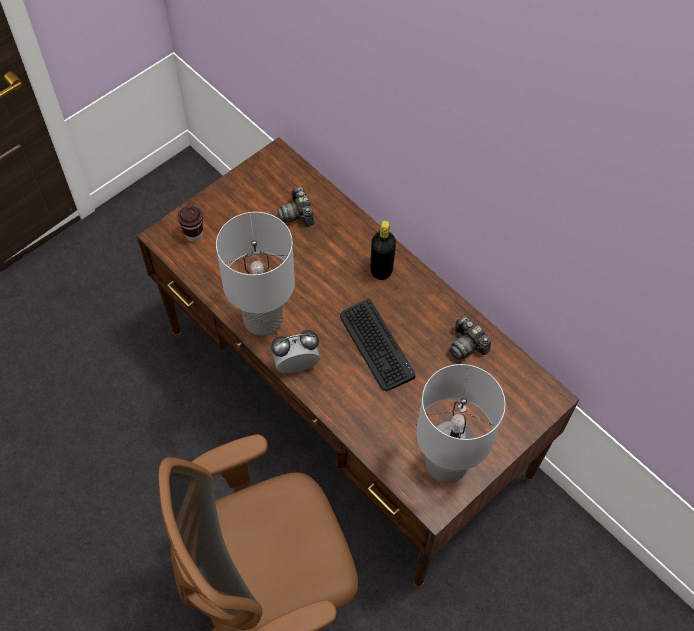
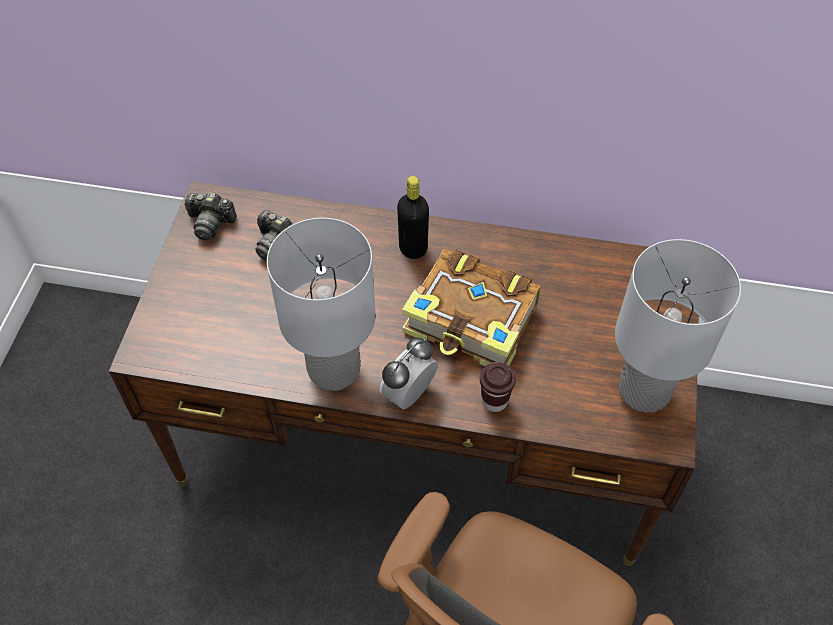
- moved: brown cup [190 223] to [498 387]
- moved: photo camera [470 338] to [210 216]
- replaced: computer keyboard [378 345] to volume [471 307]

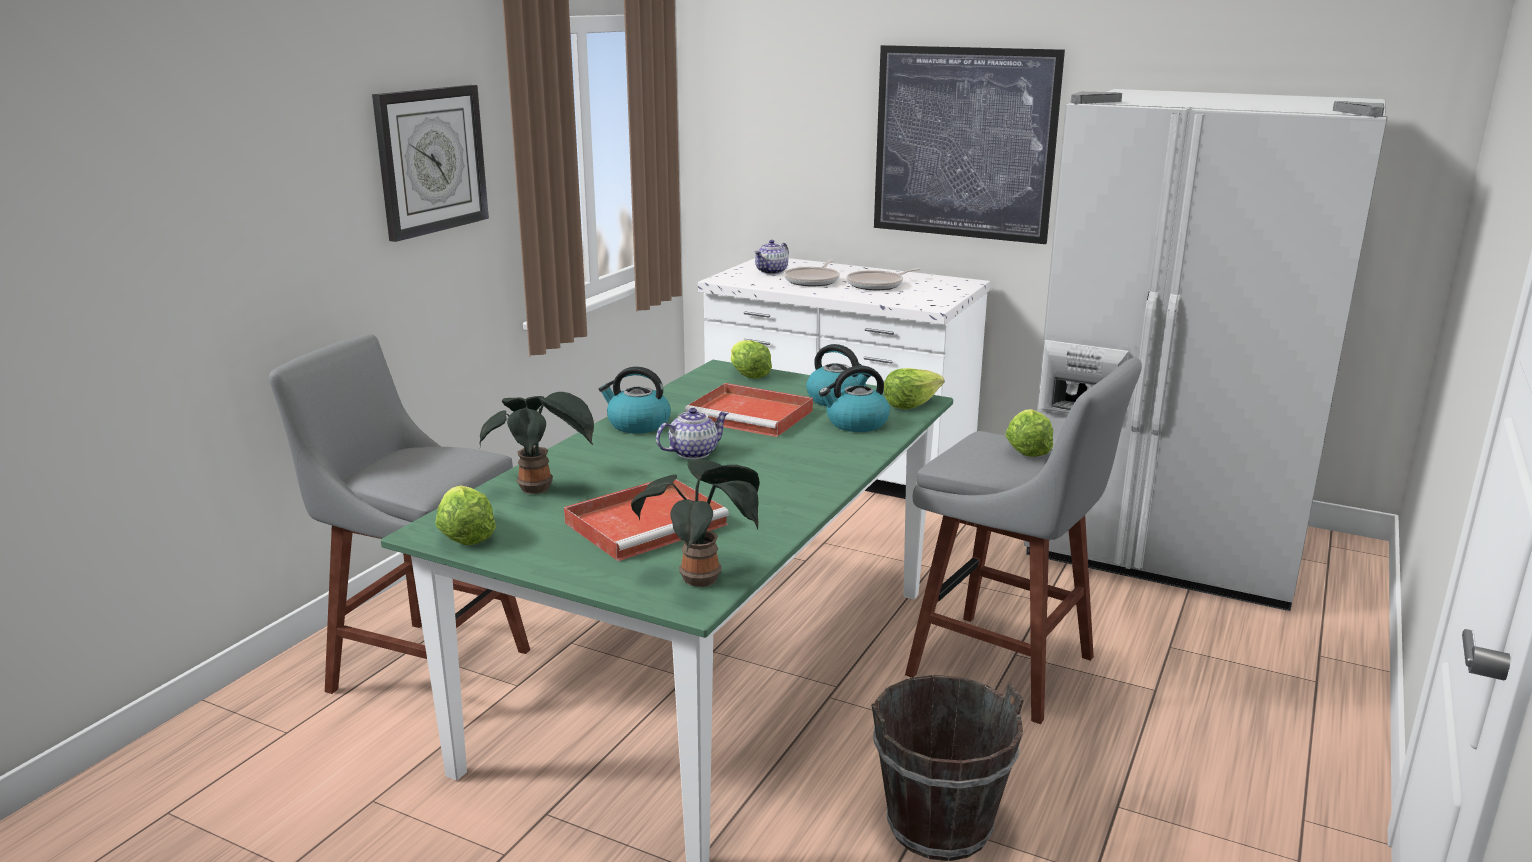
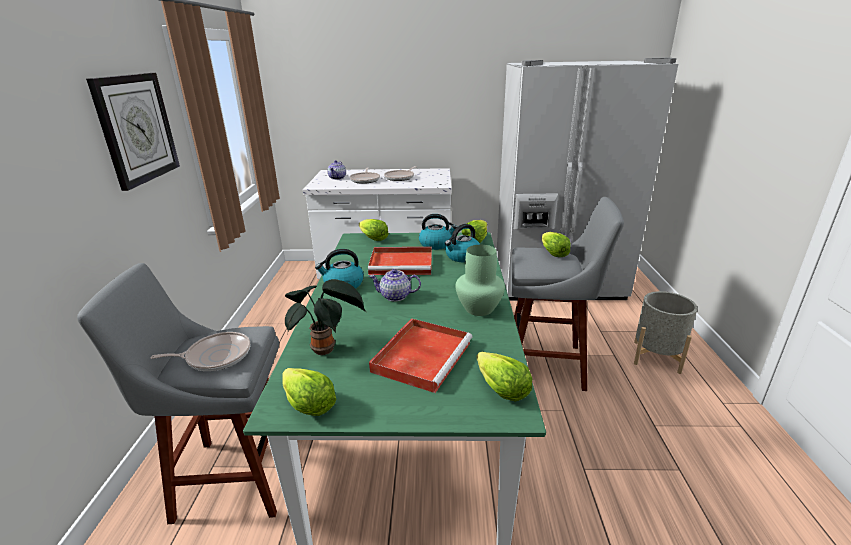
- removed: brown bucket [947 768]
- removed: wall picture [969 144]
- added: pan [200 351]
- added: green flower vase [480 280]
- added: greyish plant pot [665 332]
- replaced: houseplant [695 523] to head of lettuce [504 377]
- turned: tea pot [692 433] = [395 285] 120 degrees counterclockwise

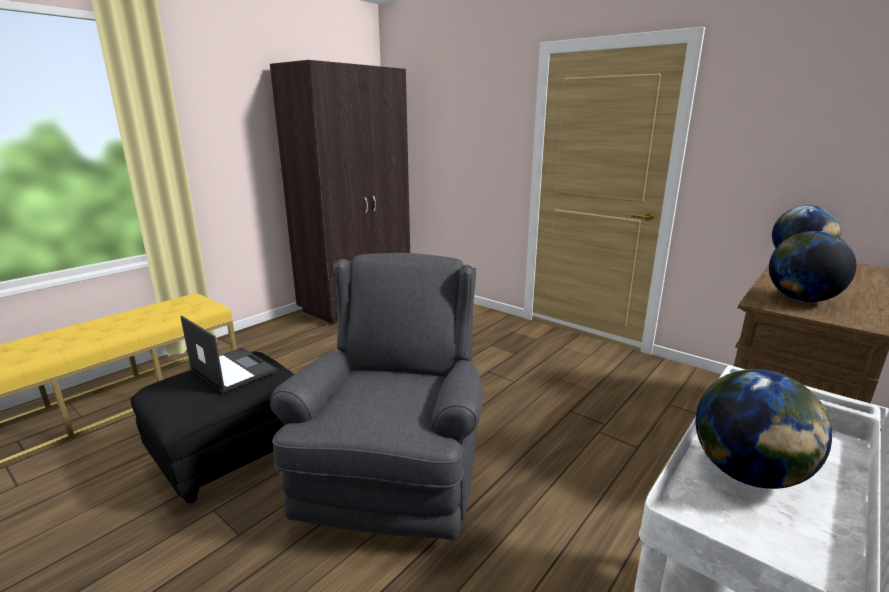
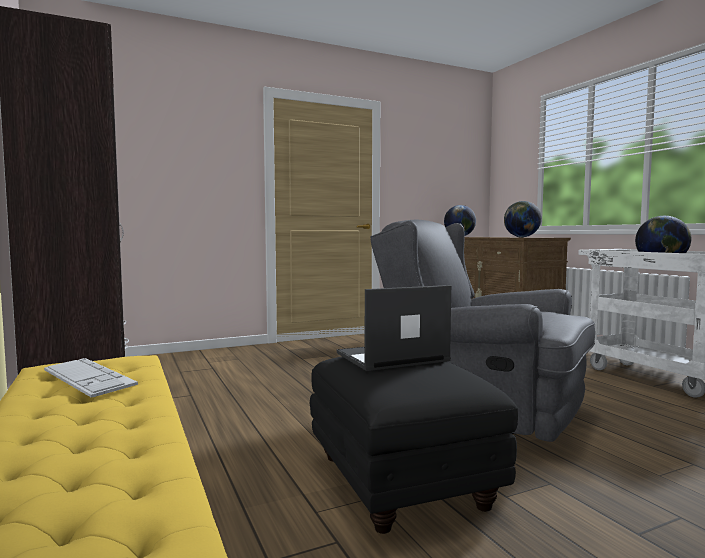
- added: computer keyboard [91 378]

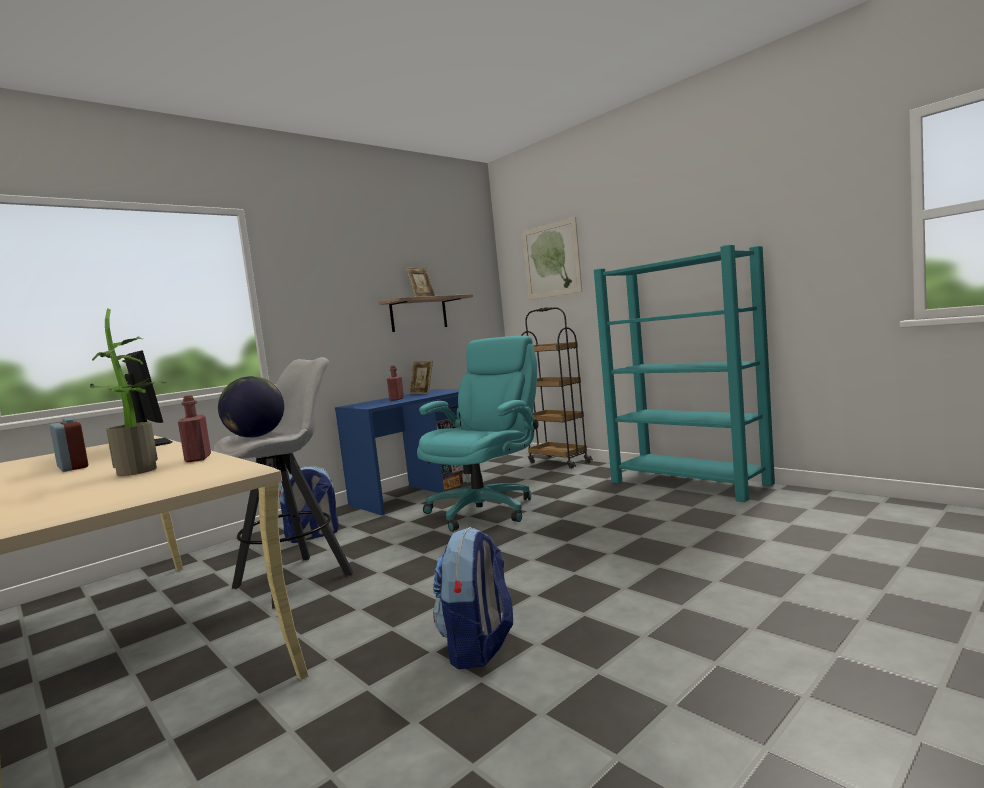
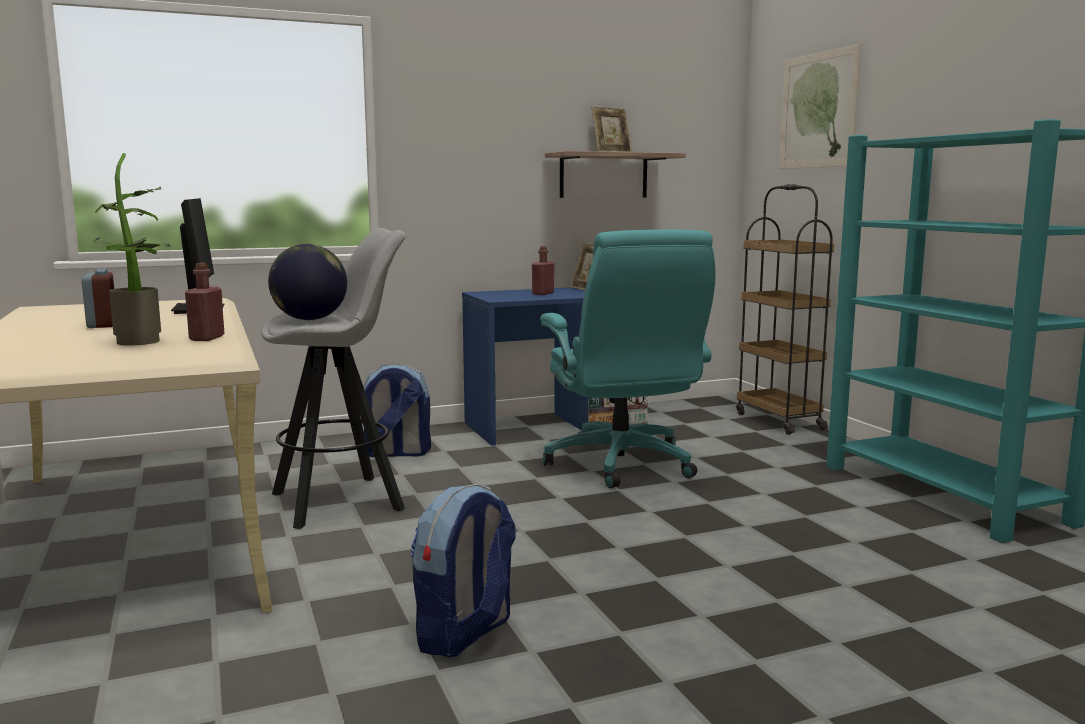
- turned: turquoise desk chair [478 434] = [627 359] 105 degrees clockwise

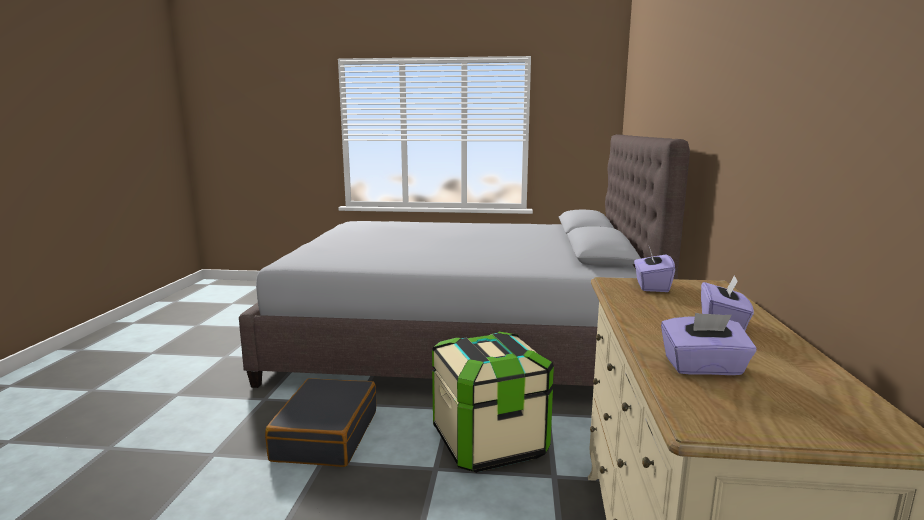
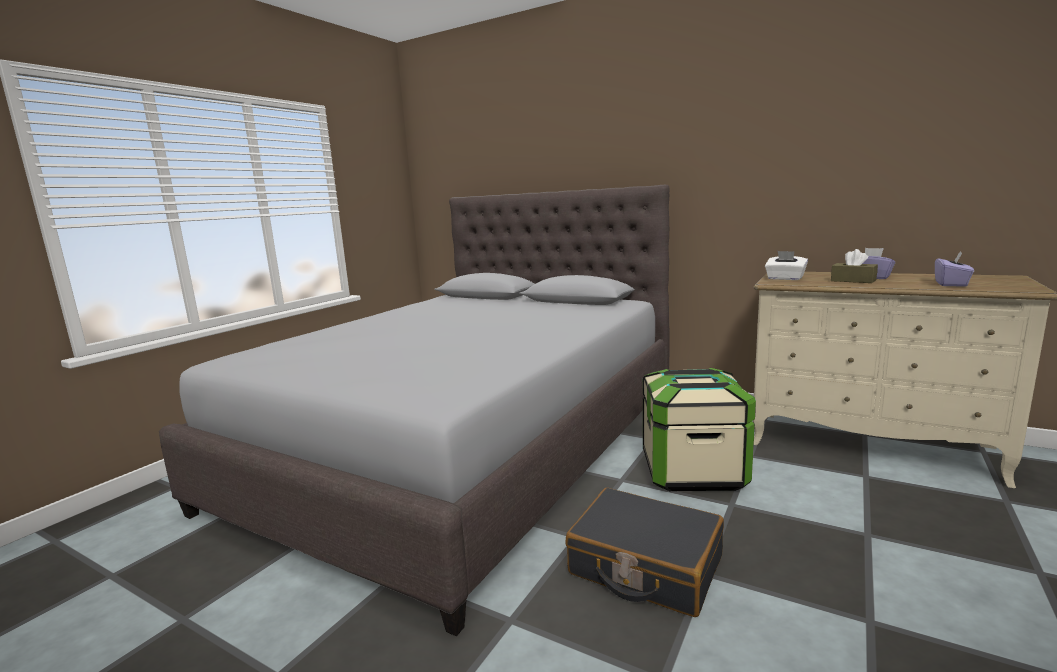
- added: brown tissue holder [854 266]
- recoloured: purple tissue holder [654 269] to whitish tissue holder [786 265]

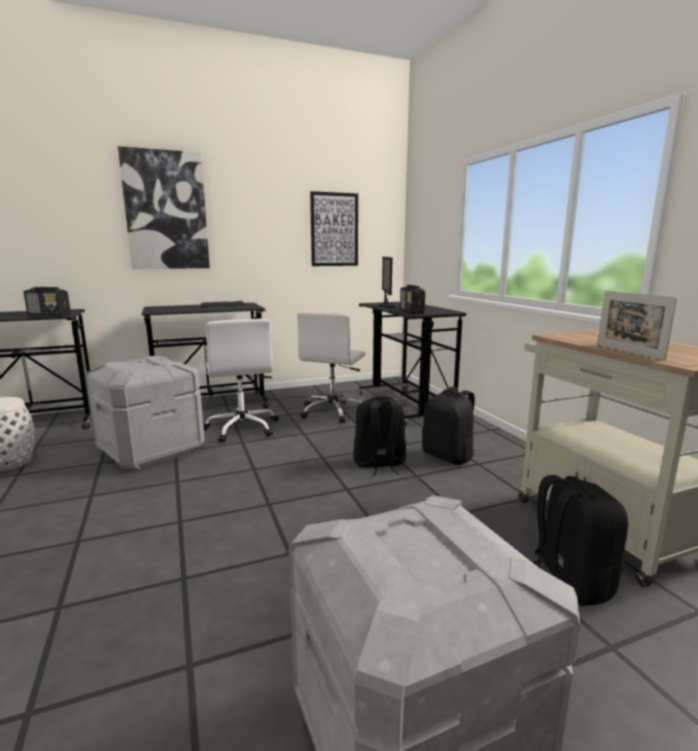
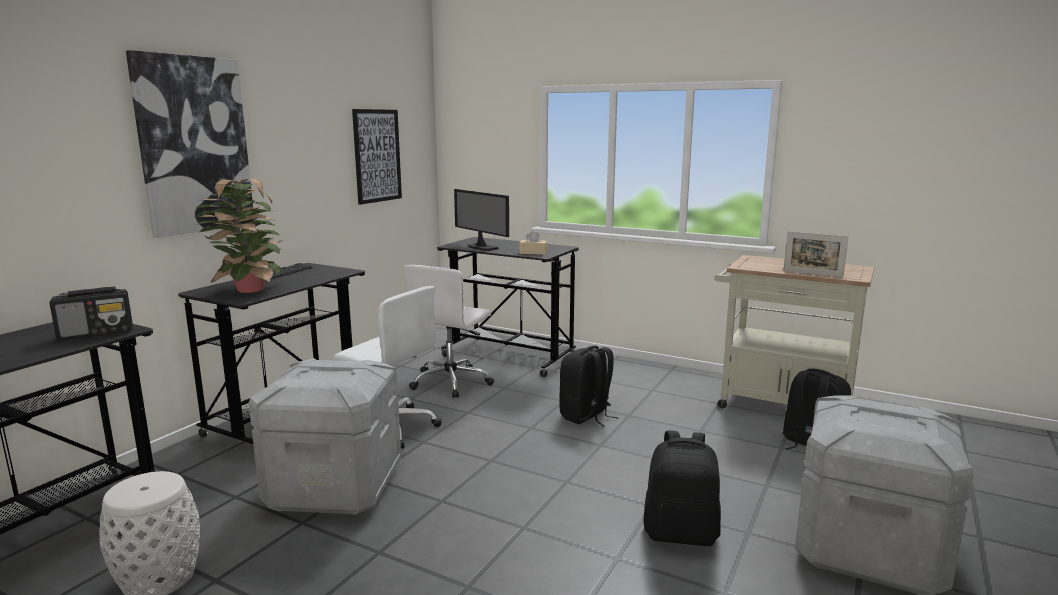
- added: houseplant [239 236]
- moved: black rucksack [448 426] to [682 488]
- replaced: radio [412 299] to beige-coloured tissue holder [533 243]
- turned: whitish desk chair [331 367] = [449 331] 45 degrees clockwise

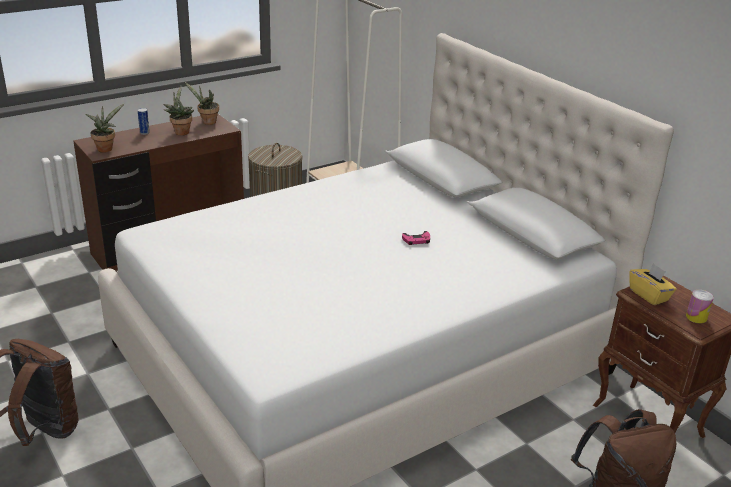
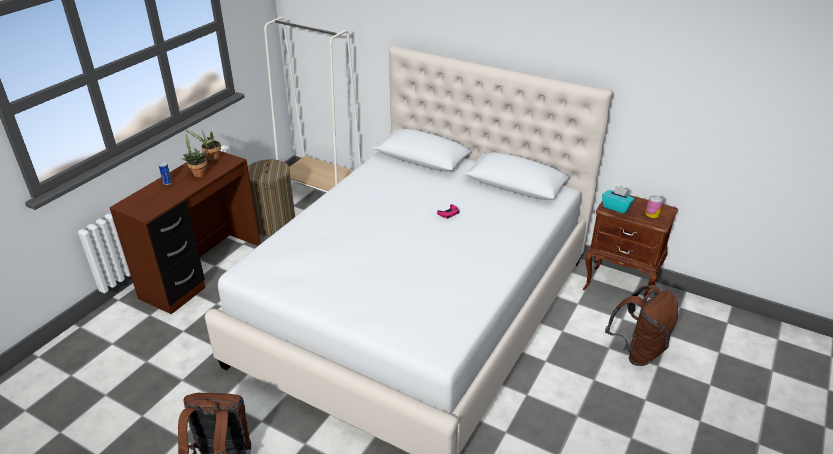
- removed: houseplant [105 128]
- recoloured: yellowish tissue holder [653 284] to turquoise tissue holder [618 200]

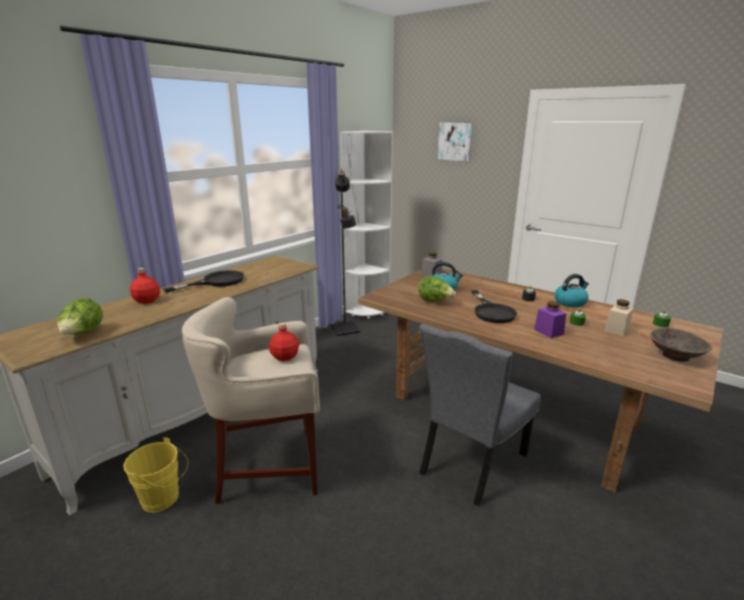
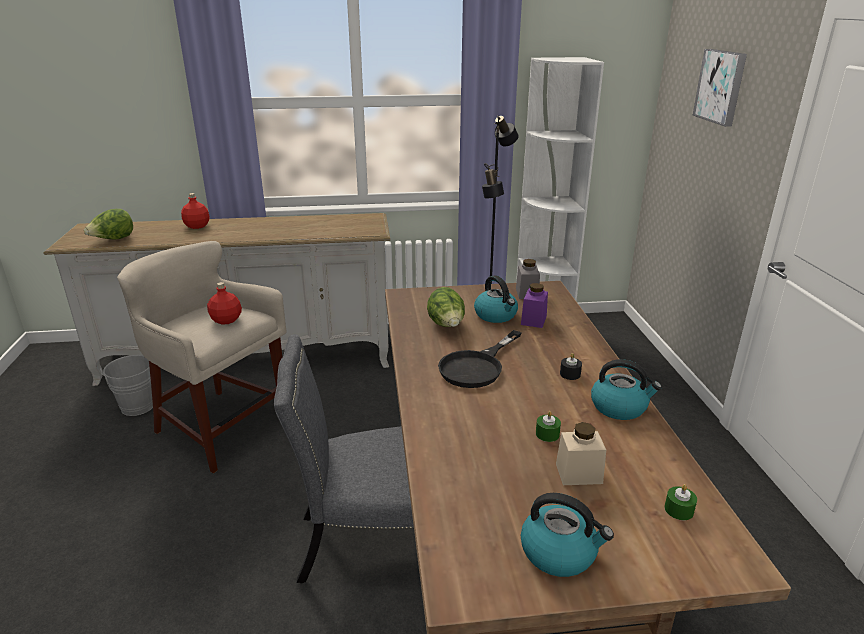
- removed: black pan [203 281]
- moved: purple preserve jar [550 319] to [534 305]
- replaced: brown serving bowl [681 345] to water kettle [567 535]
- recoloured: yellowish bucket [155 474] to greyish bucket [126 385]

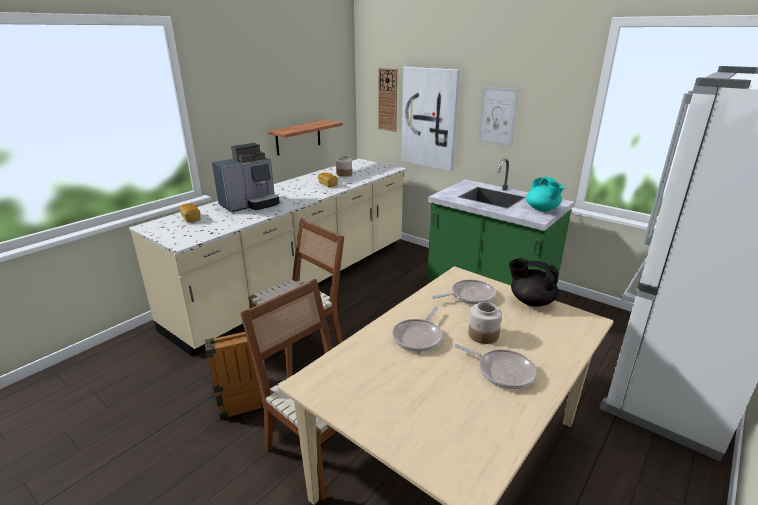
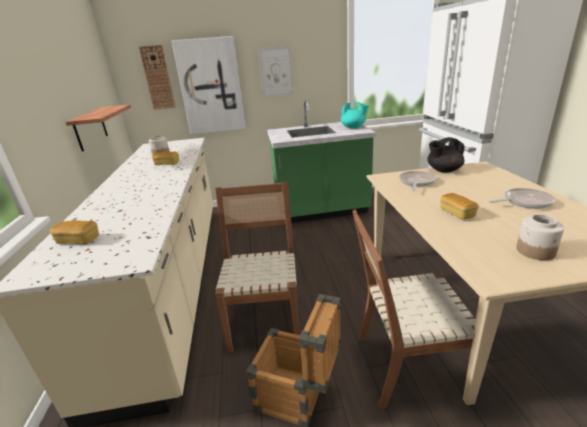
- removed: coffee machine [246 177]
- moved: preserve jar [485 323] to [540 237]
- replaced: pan [417 329] to baked bread [459 206]

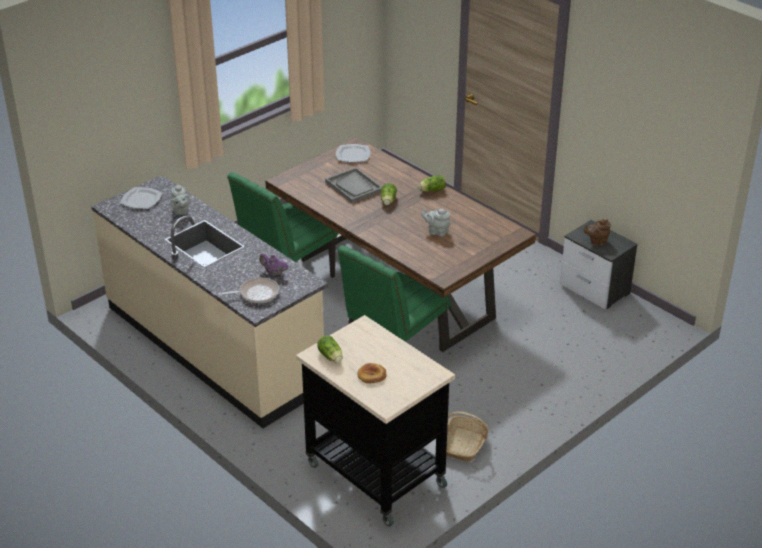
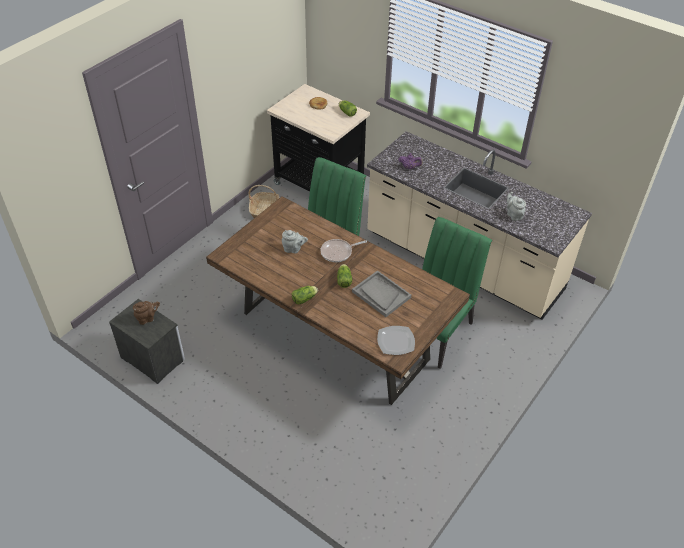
- removed: flat dish [141 198]
- moved: pan [248 290] to [343 250]

